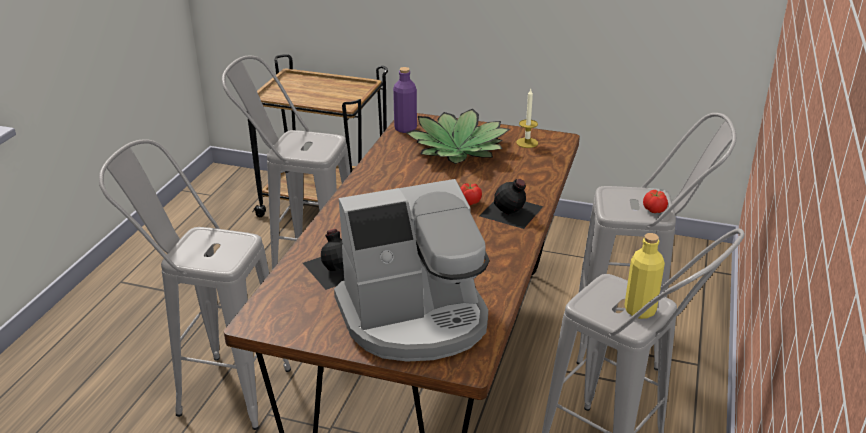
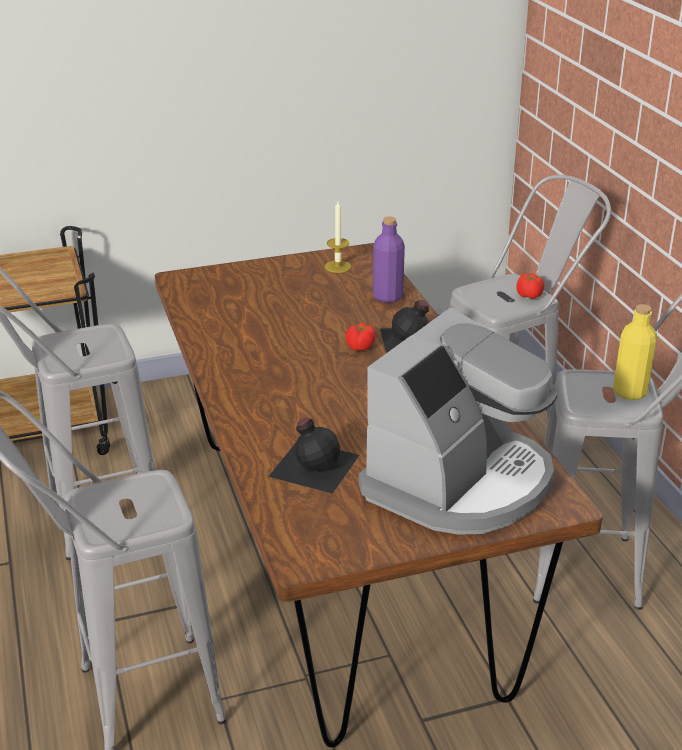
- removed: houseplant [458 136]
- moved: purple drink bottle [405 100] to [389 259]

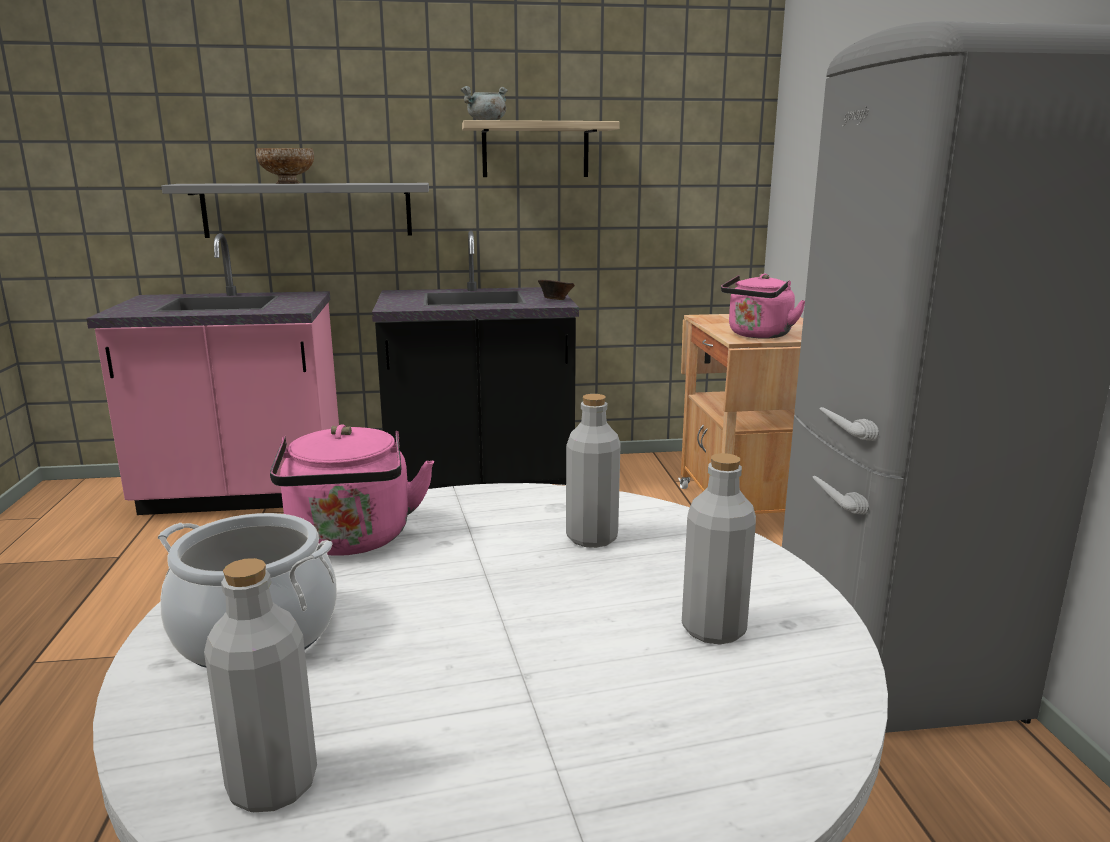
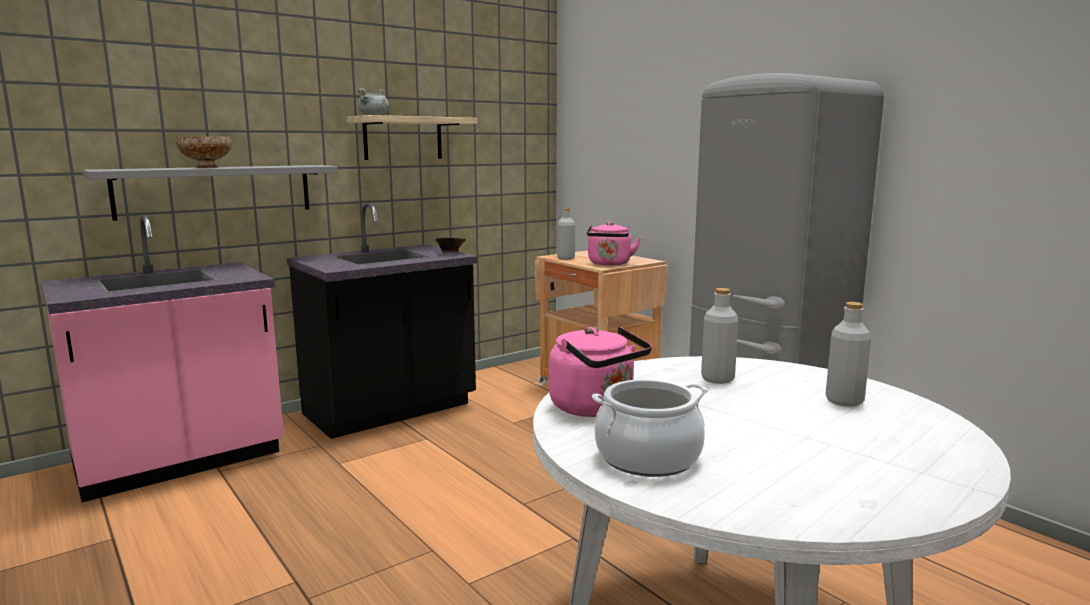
- moved: greyish drink bottle [260 685] to [566 234]

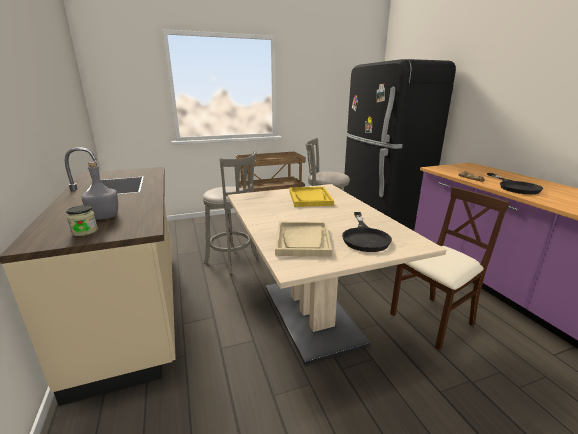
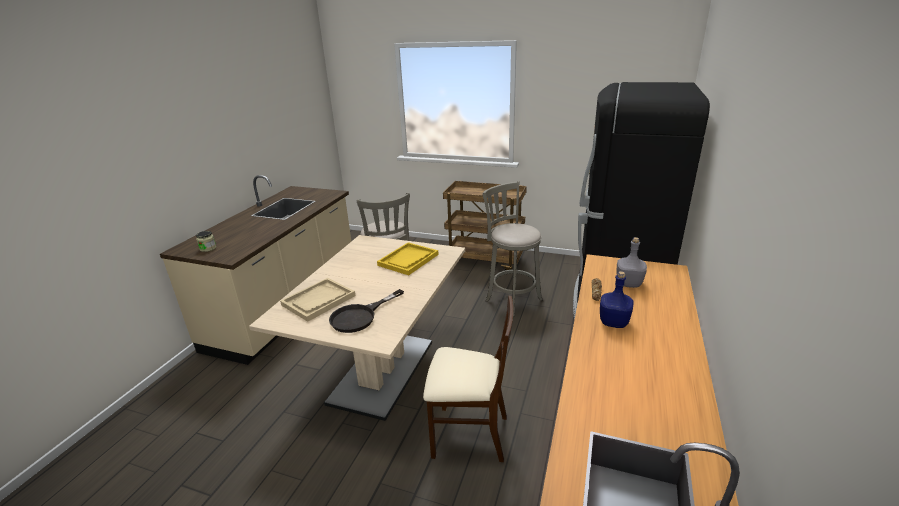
- moved: greyish drink bottle [99 191] to [632 262]
- replaced: black pan [515 183] to blue-coloured drink bottle [617 299]

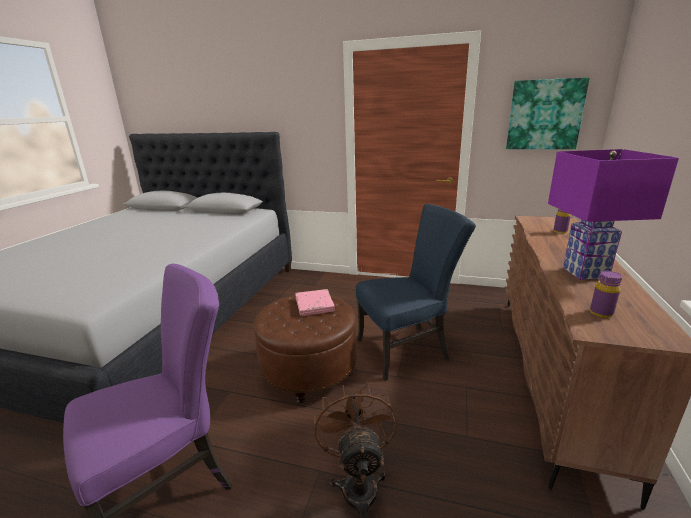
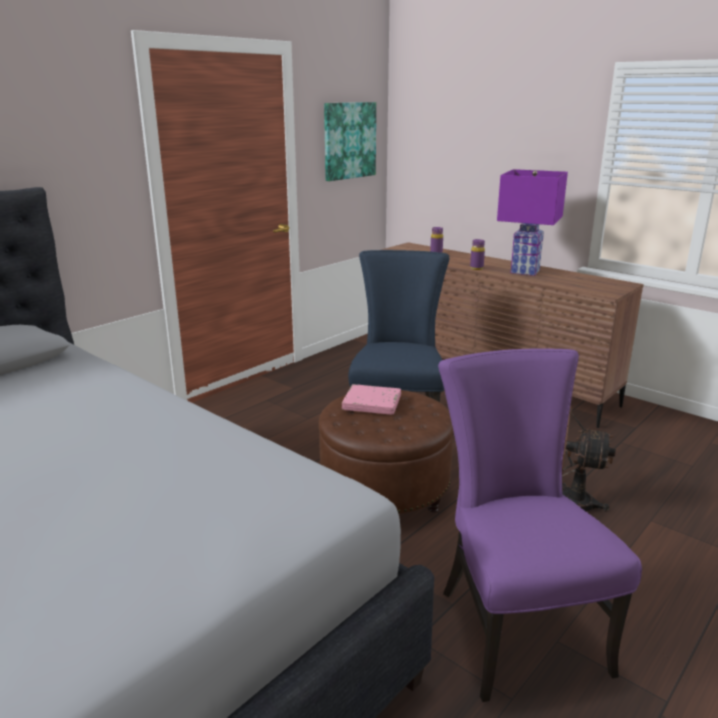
- moved: purple drink bottle [606 294] to [477 254]

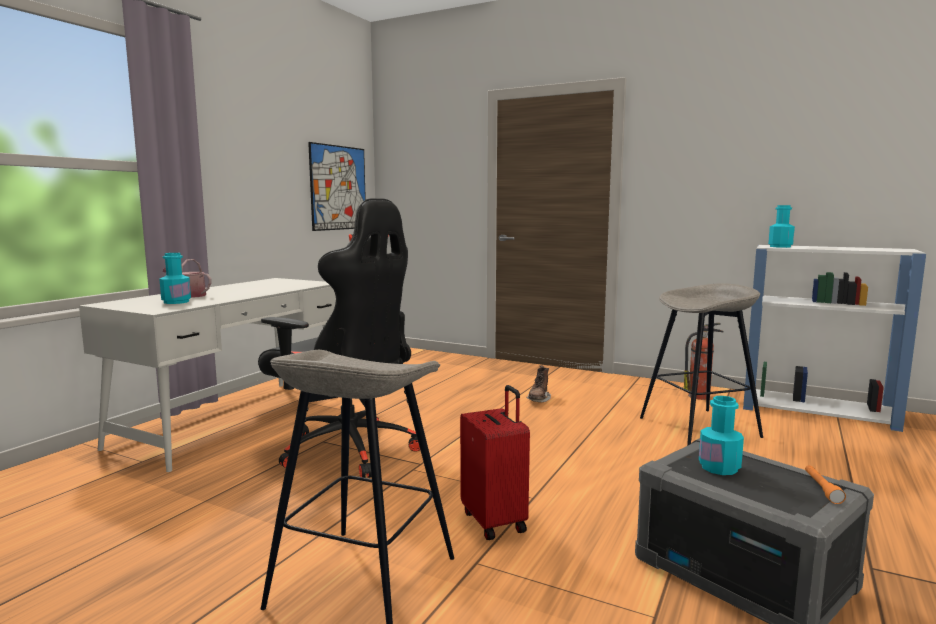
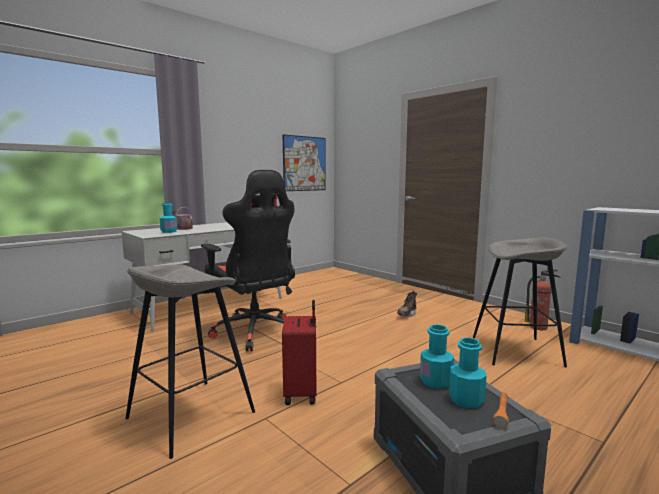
- moved: turquoise drink bottle [781 226] to [467 373]

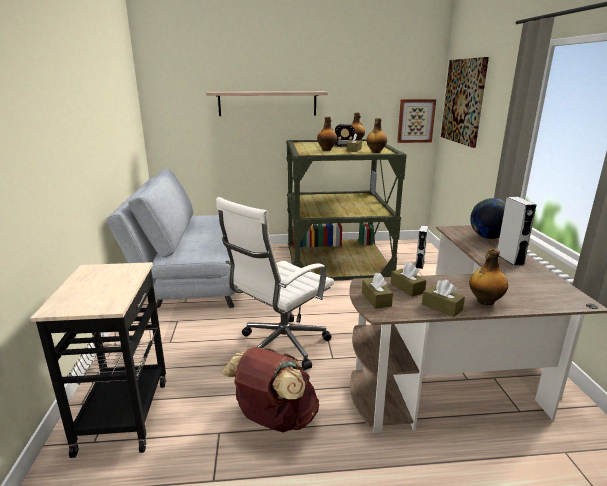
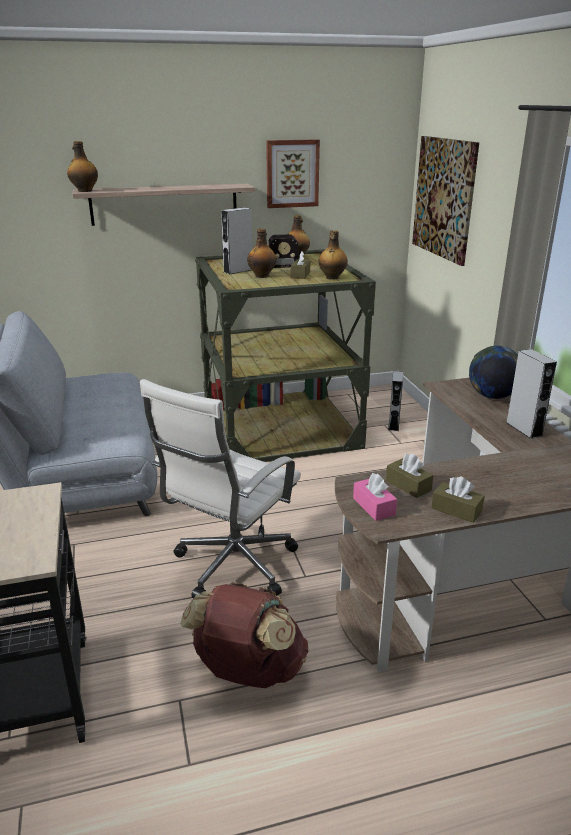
- added: greyish audio speaker [236 240]
- moved: wall picture [416 121] to [293 173]
- moved: drink bottle [488 277] to [82 166]
- recoloured: brown tissue holder [377 291] to pinkish tissue holder [375 497]

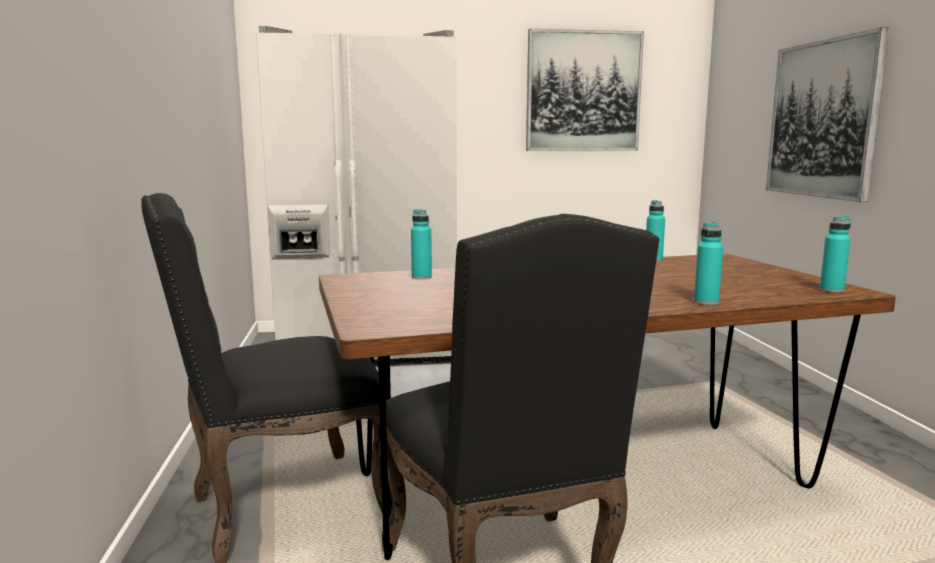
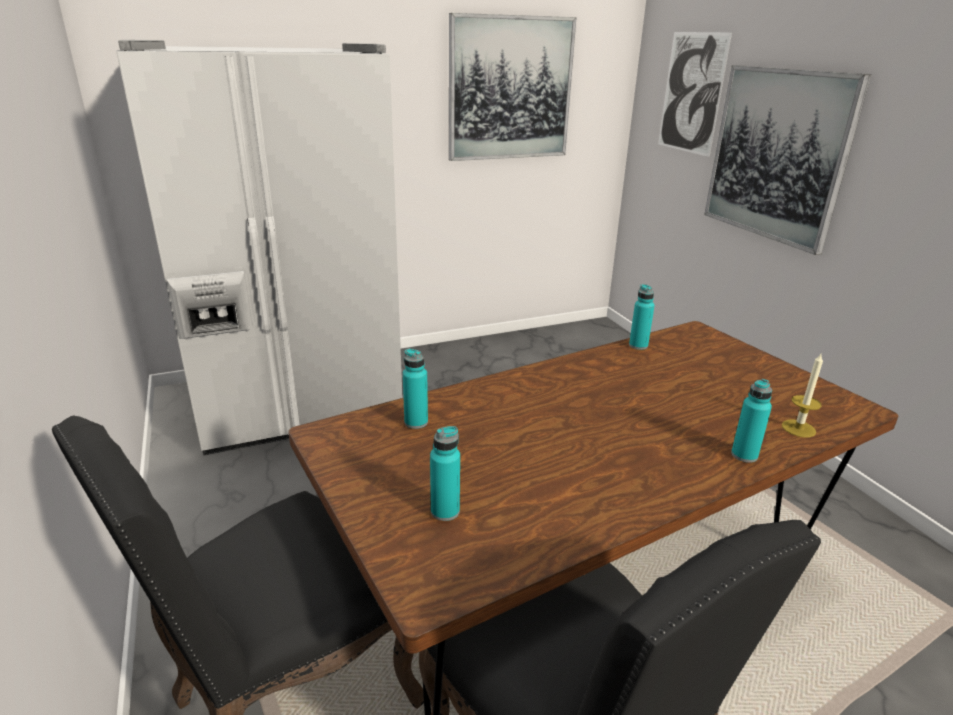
- added: wall picture [695 94]
- added: wax light [802 395]
- moved: turquoise drink bottle [835 254] to [445 473]

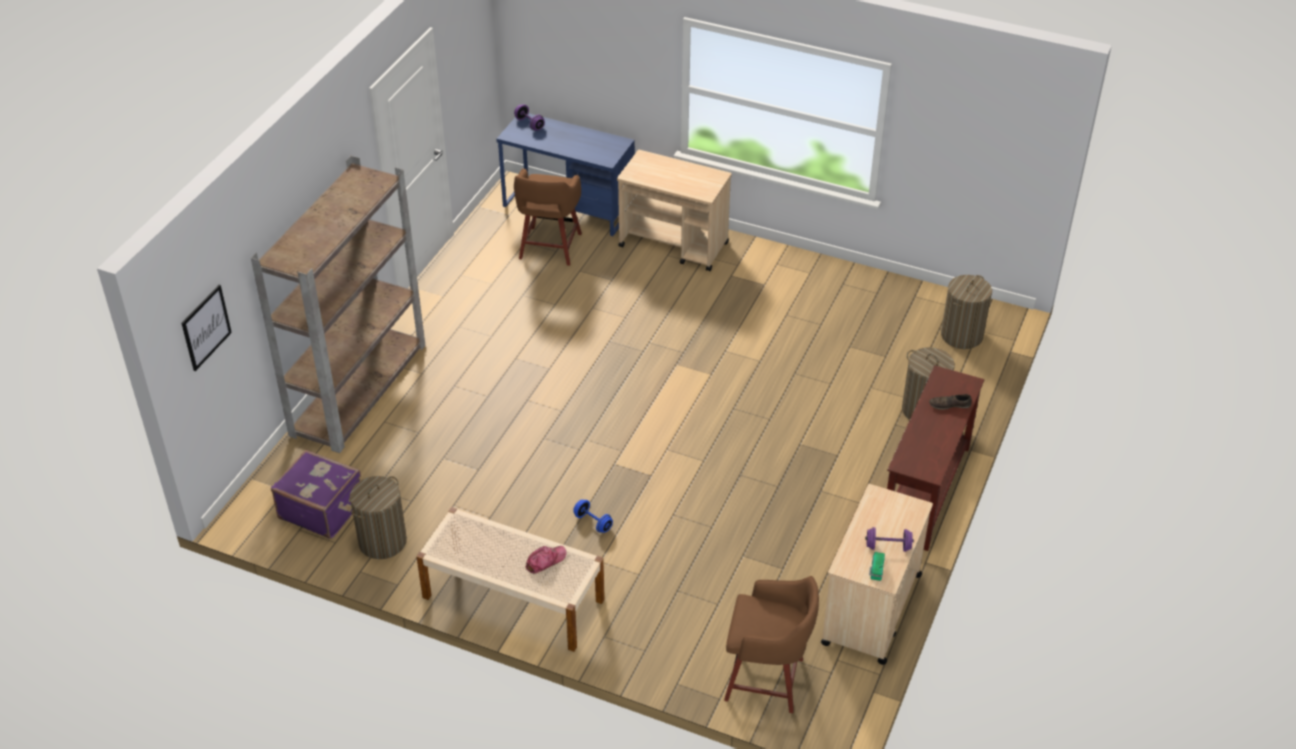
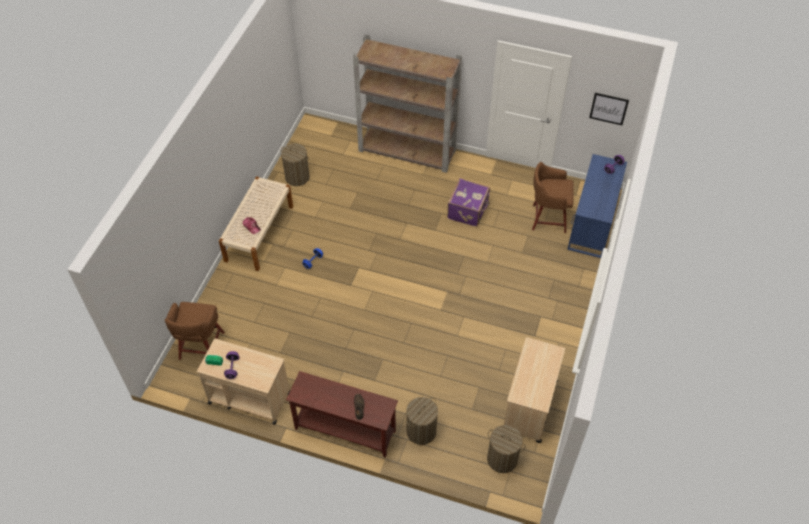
- moved: wall picture [206 328] to [609 109]
- moved: purple piece of luggage [316 494] to [468 202]
- moved: beige-coloured trolley [674 210] to [534 390]

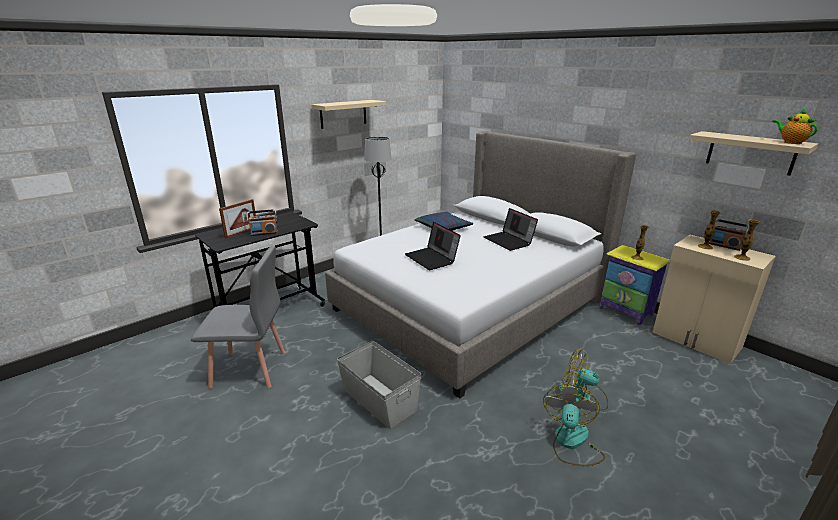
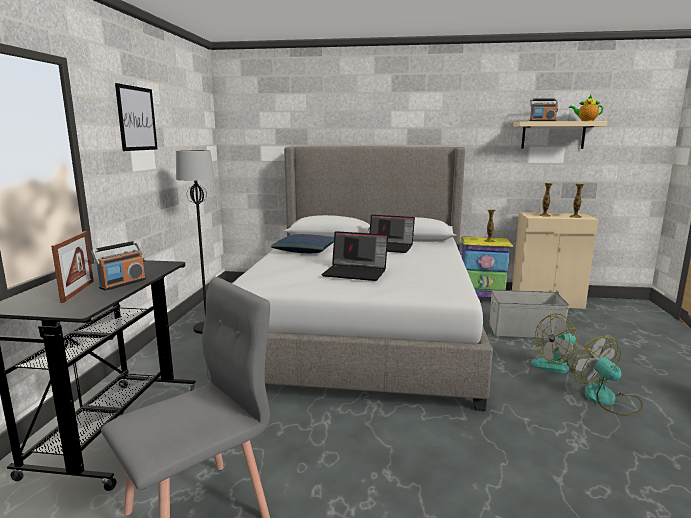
- moved: greyish storage box [379 385] to [529 314]
- moved: radio [729 235] to [544 109]
- replaced: beige-coloured bracket shelf [348 114] to wall picture [136 117]

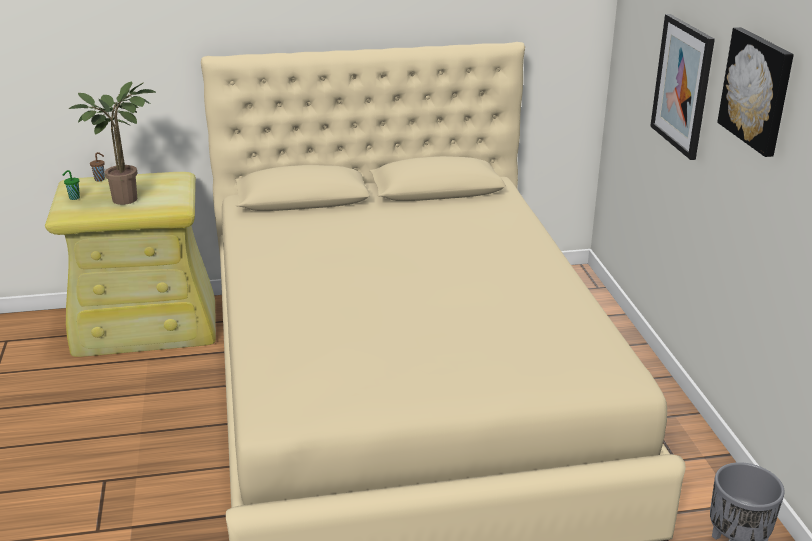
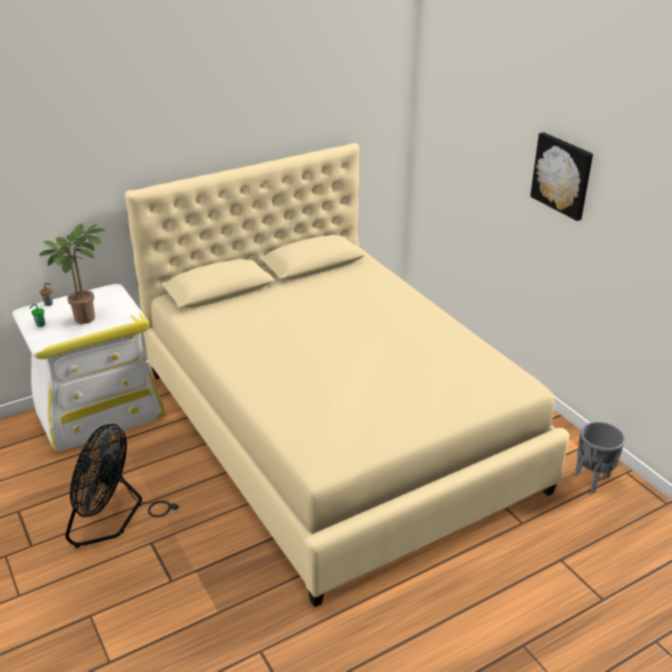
- removed: wall picture [682 87]
- added: black electric fan [122 486]
- recoloured: yellowish bedside table [130 264] to whitish bedside table [89 368]

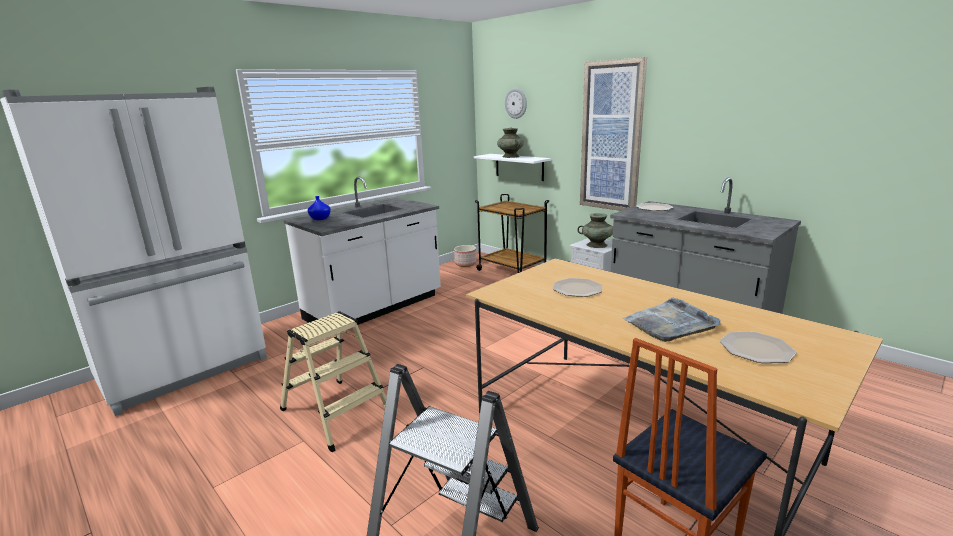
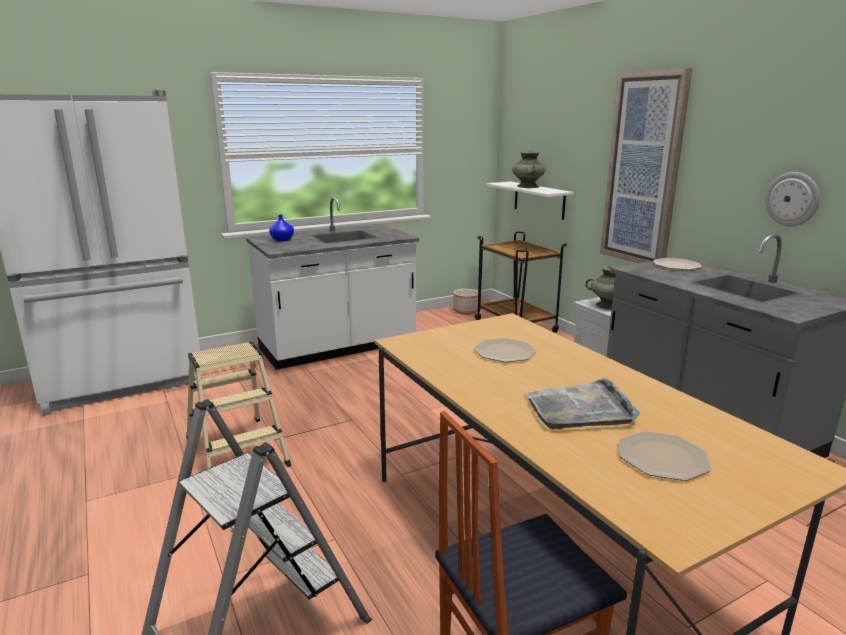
- moved: clock on the wall [516 103] to [792 199]

